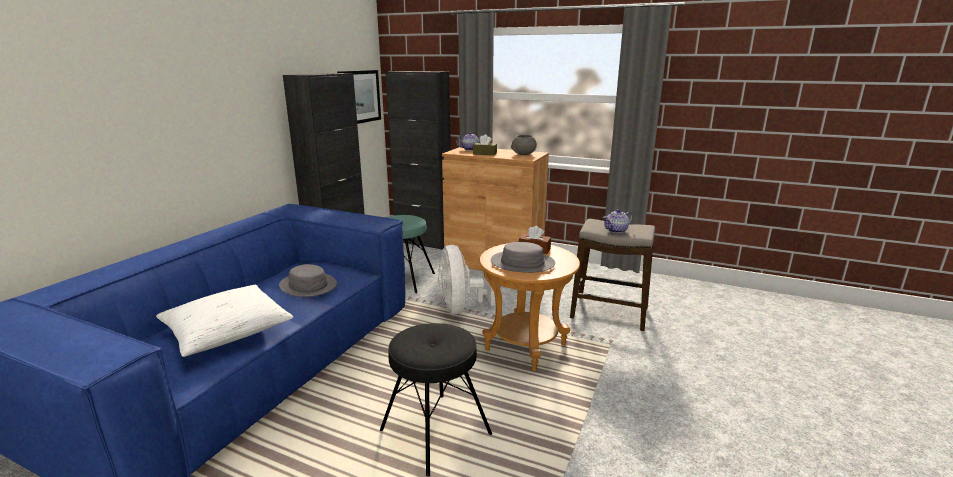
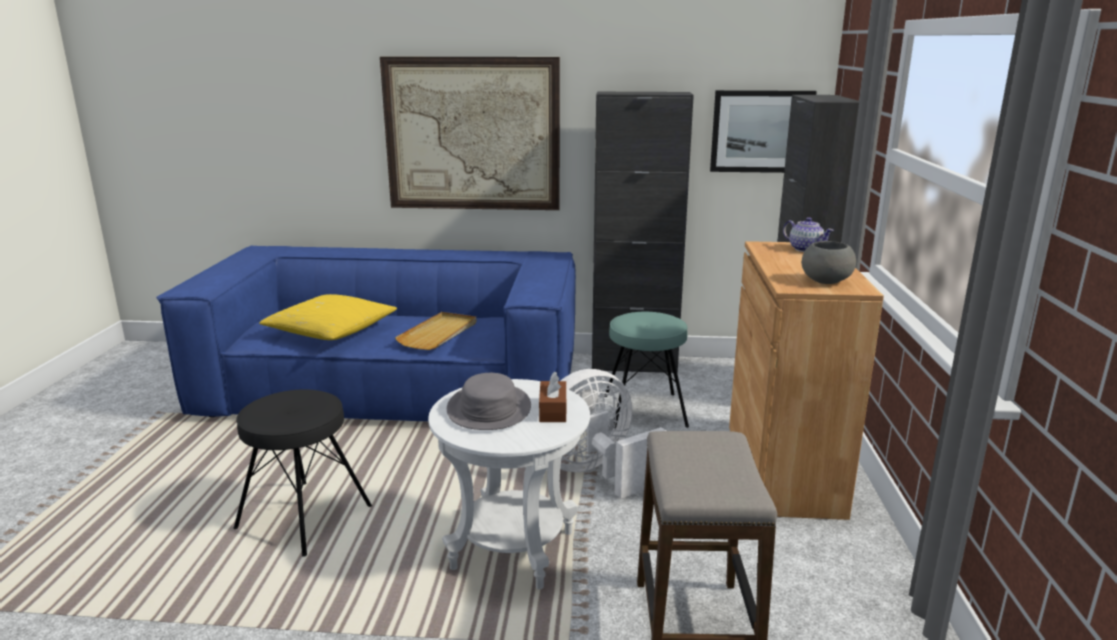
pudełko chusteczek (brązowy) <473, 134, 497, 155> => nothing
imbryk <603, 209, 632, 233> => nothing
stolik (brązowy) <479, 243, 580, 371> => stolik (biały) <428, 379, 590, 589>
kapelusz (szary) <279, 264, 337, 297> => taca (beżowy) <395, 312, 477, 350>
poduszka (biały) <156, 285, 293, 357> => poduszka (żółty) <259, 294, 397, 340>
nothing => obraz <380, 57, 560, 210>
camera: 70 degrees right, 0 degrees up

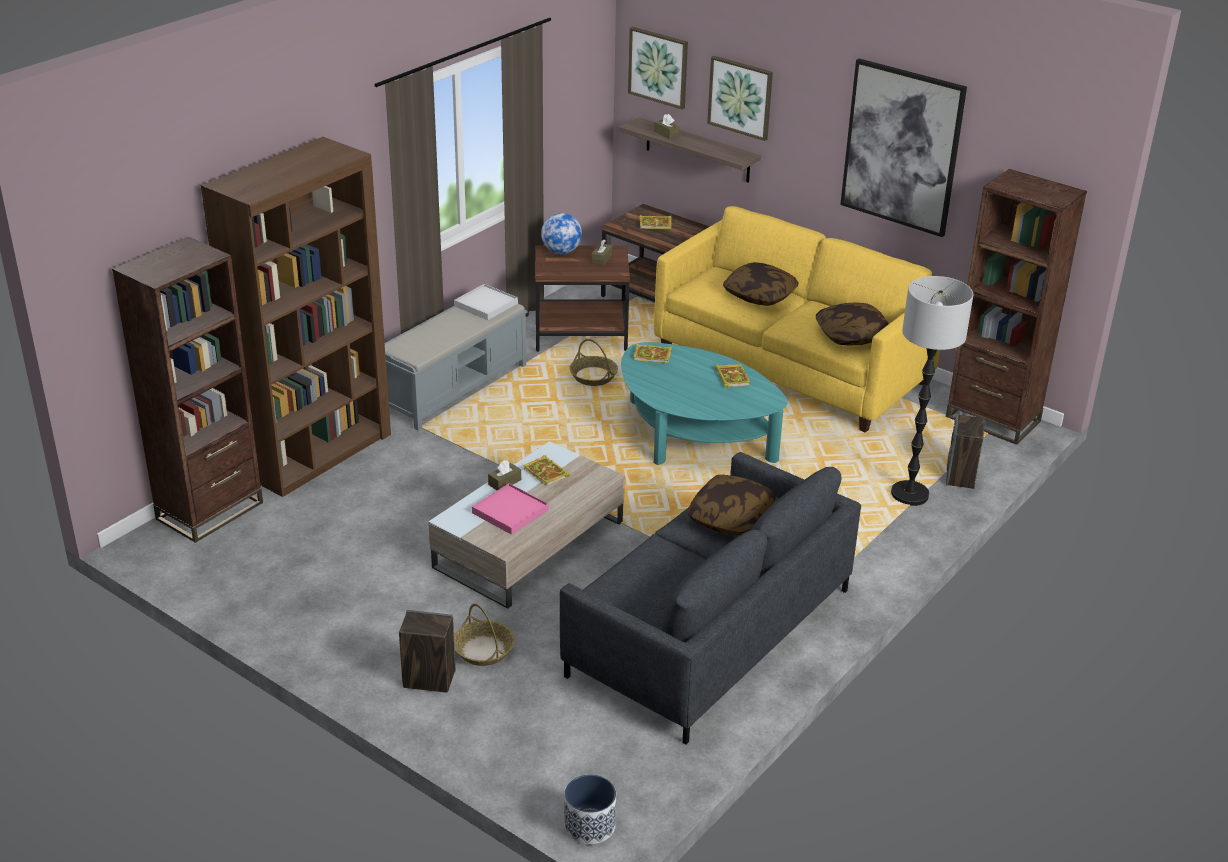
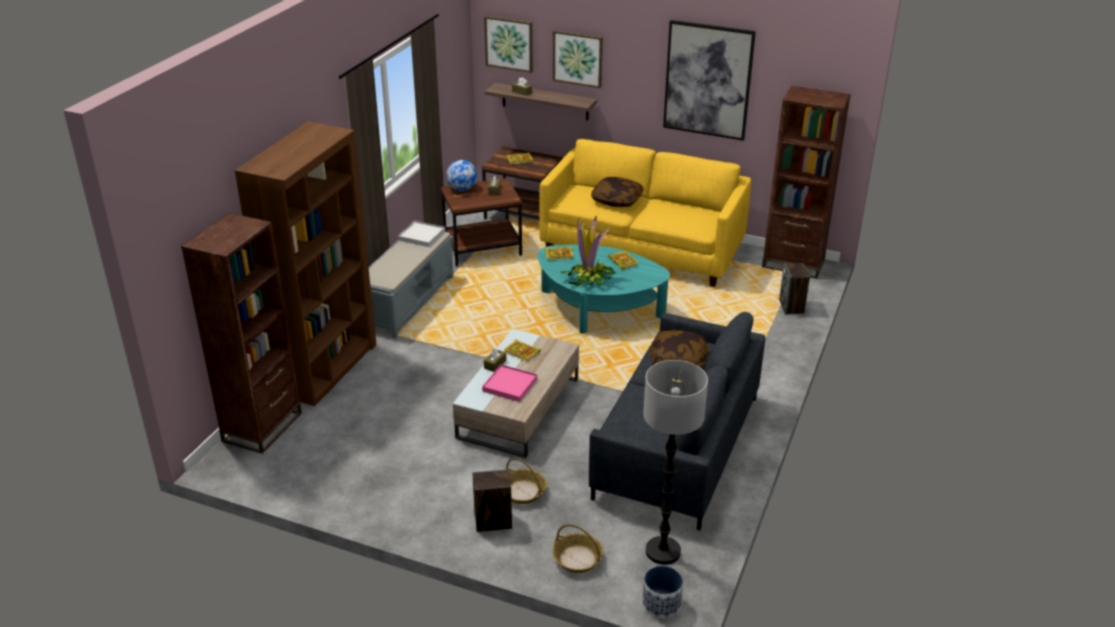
lampa stojąca <891, 276, 974, 506> => lampa stojąca <643, 360, 708, 565>, moved
poduszka <816, 302, 888, 346> => nothing
koszyk <569, 339, 618, 386> => koszyk <552, 524, 604, 573>, moved
nothing => roślina doniczkowa <560, 216, 616, 287>
camera: 15 degrees left, 0 degrees up

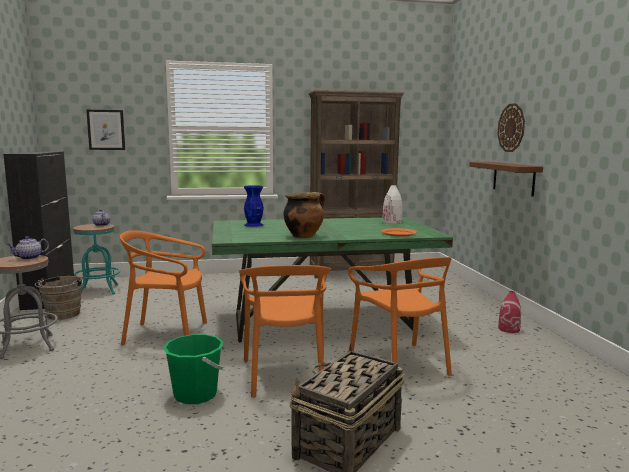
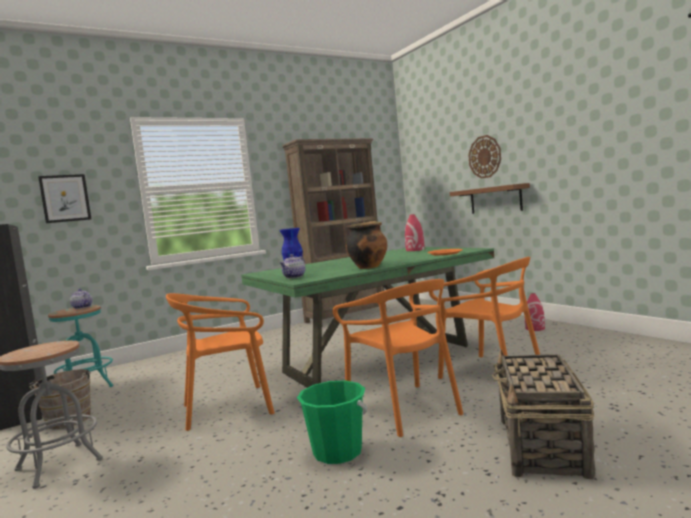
wazon (biały) <382, 185, 402, 224> => wazon (czerwony) <405, 214, 425, 251>
imbryk <7, 236, 49, 260> => imbryk <280, 254, 305, 278>, moved
camera: 20 degrees left, 5 degrees down

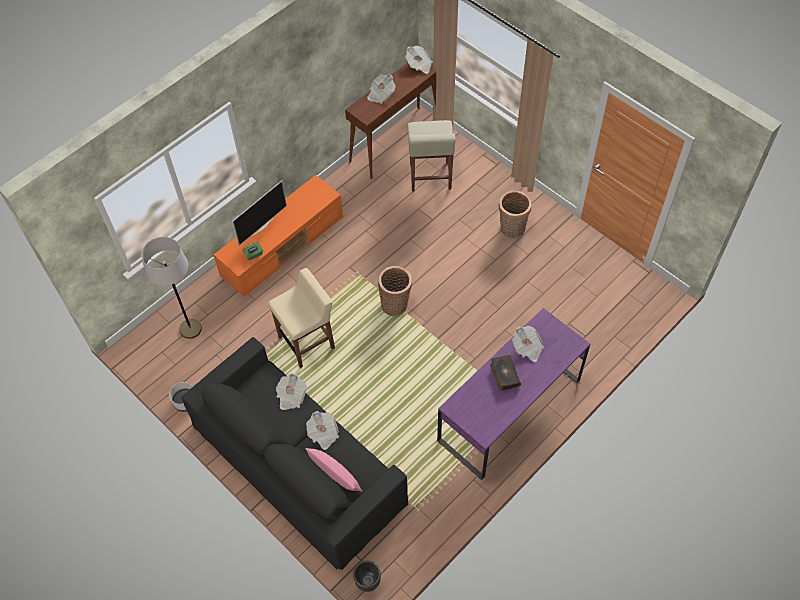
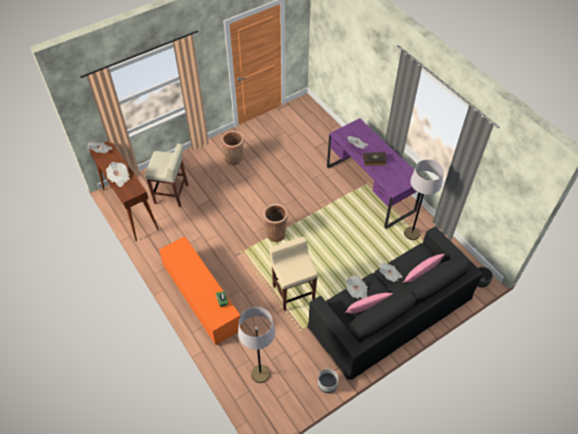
telewizor <232, 181, 287, 246> => nothing
nothing => lampa stojąca (szary) <404, 159, 444, 240>
nothing => poduszka (różowy) <344, 293, 393, 314>
camera: 80 degrees left, 5 degrees down

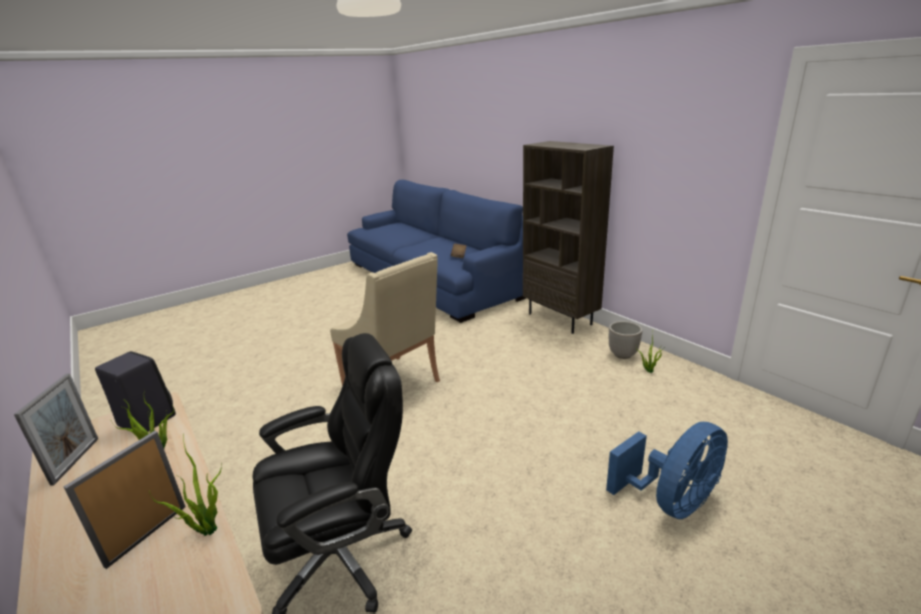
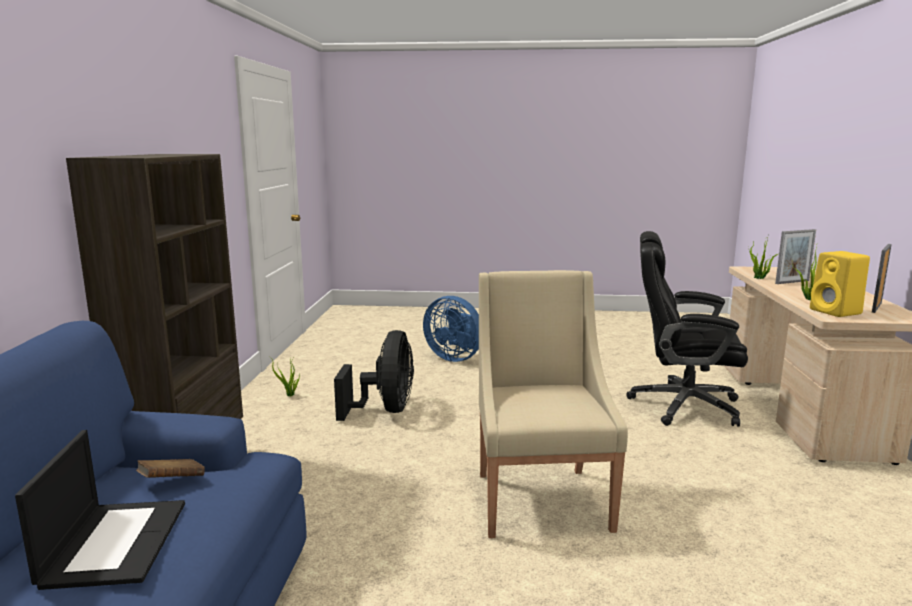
donica <609, 321, 642, 359> => nothing
głośnik (czarny) <95, 351, 176, 432> => głośnik (żółty) <810, 251, 870, 317>
wentylator (niebieski) <606, 422, 728, 519> => wentylator (niebieski) <423, 296, 479, 362>, 150 degrees counterclockwise
nothing => wentylator (czarny) <334, 330, 414, 421>
nothing => laptop <15, 430, 185, 590>
camera: 140 degrees left, 10 degrees down

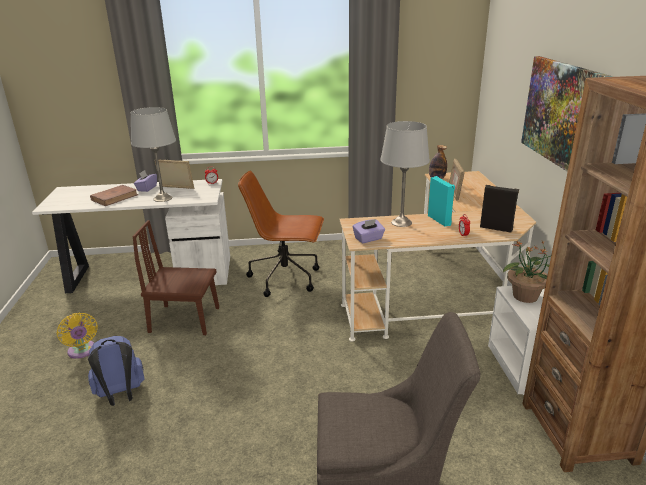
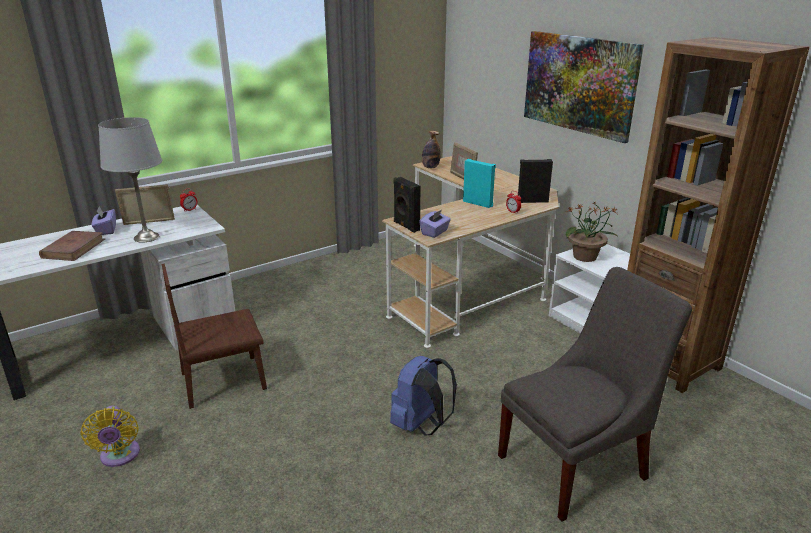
lampa stołowa (szary) <380, 121, 430, 227> => nothing
krzesło biurowe (brązowy) <238, 171, 324, 297> => nothing
wentylator (żółty) <57, 312, 98, 359> => wentylator (żółty) <80, 405, 140, 467>, 45 degrees clockwise
plecak (niebieski) <88, 336, 145, 406> => plecak (niebieski) <390, 356, 457, 436>, moved
nothing => głośnik (czarny) <393, 177, 420, 233>
camera: 30 degrees left, 0 degrees up

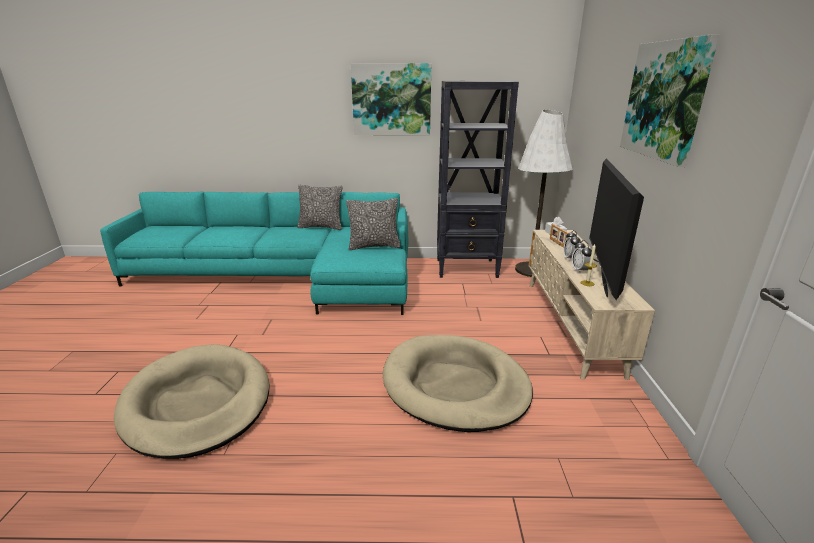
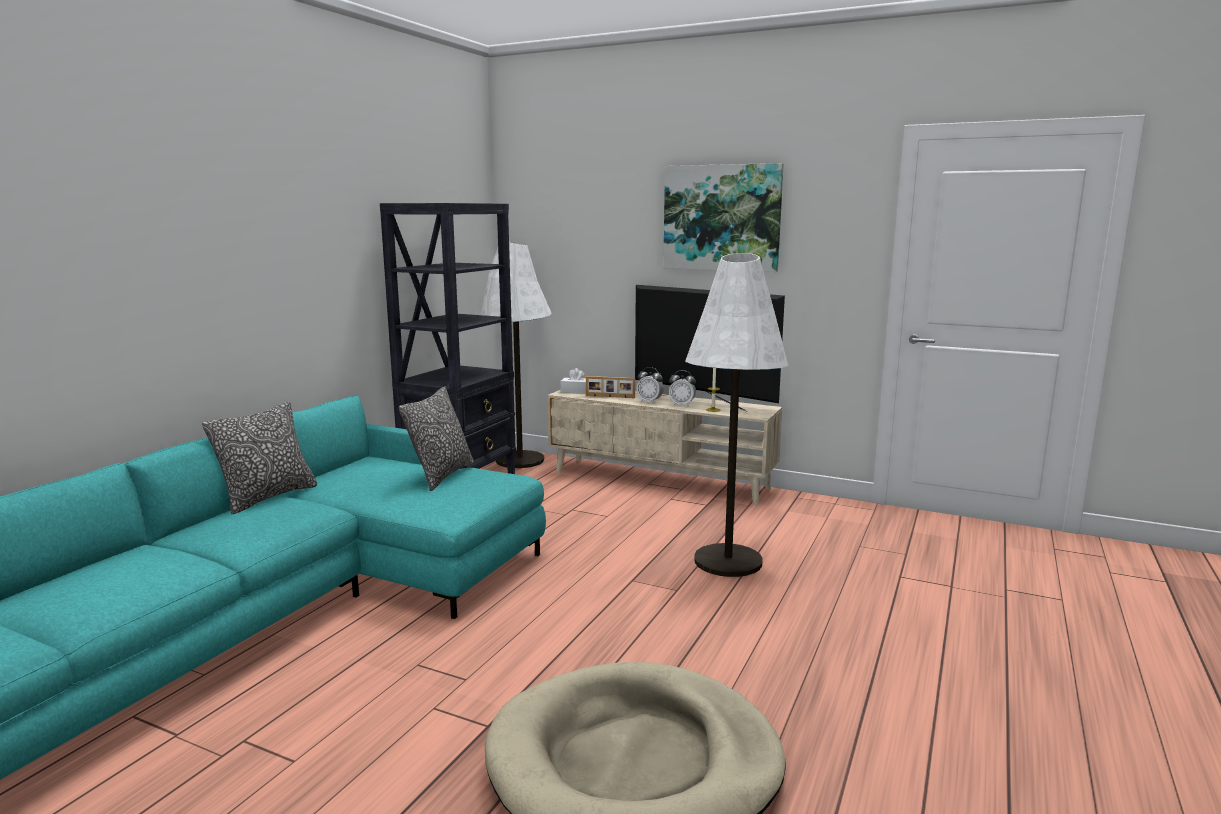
obraz <351, 63, 431, 135> => nothing
legowisko (beżowy) <383, 335, 533, 432> => lampa stojąca (biały) <685, 253, 789, 577>
camera: 65 degrees left, 10 degrees down

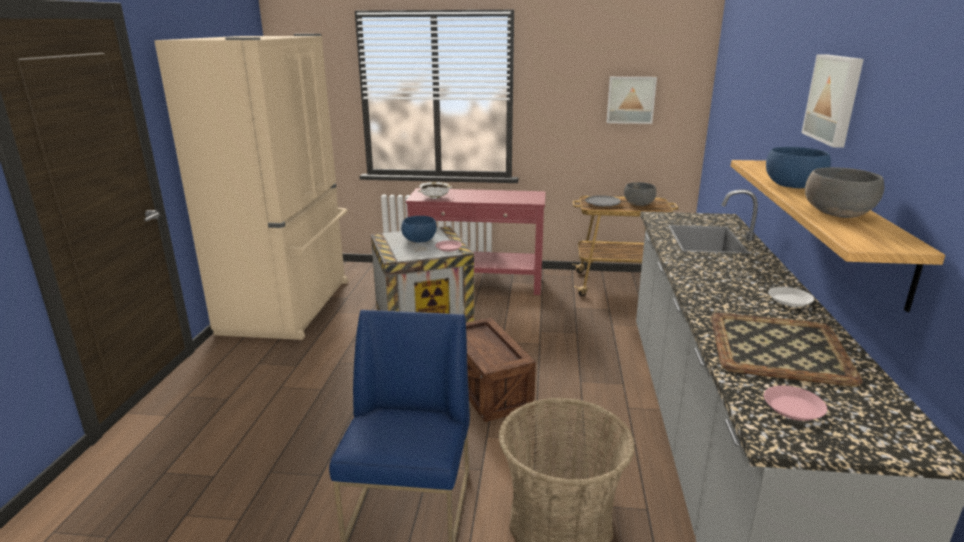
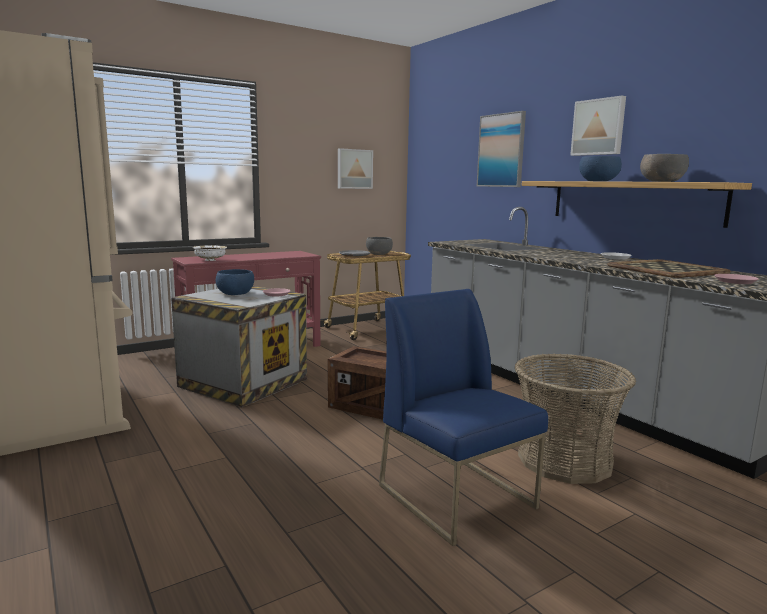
nothing => obraz <477, 111, 526, 187>
camera: 40 degrees left, 10 degrees down

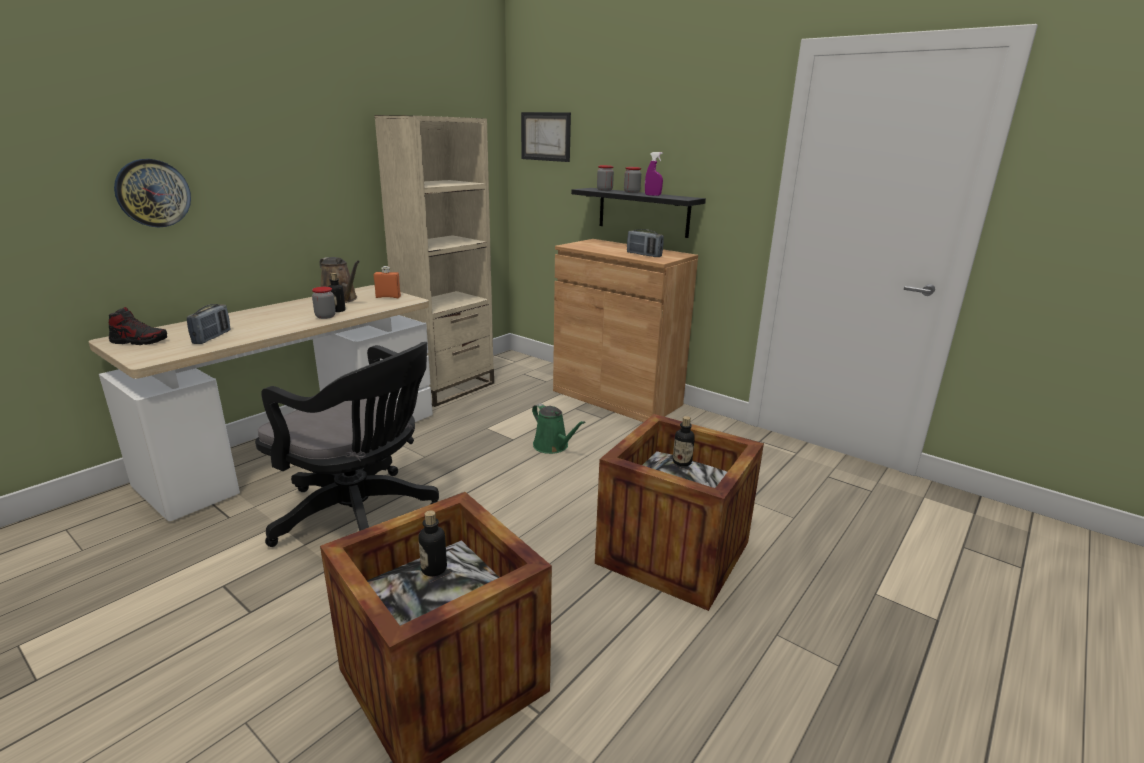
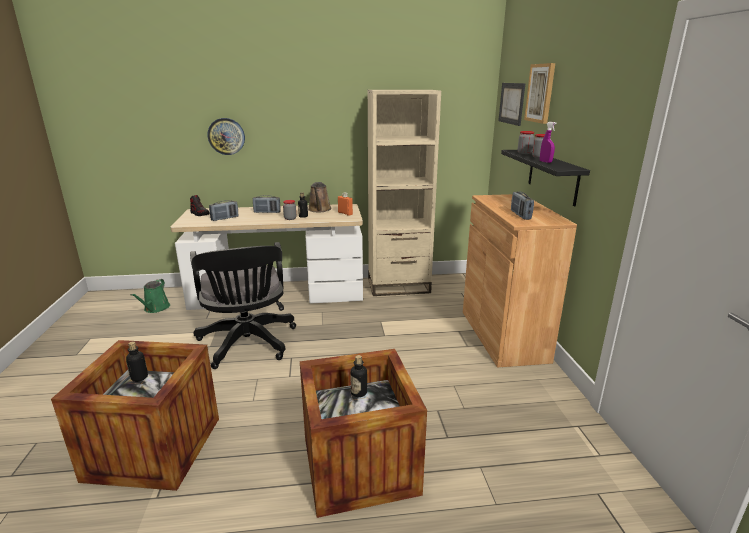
konewka (zielony) <532, 403, 586, 454> => konewka (zielony) <130, 279, 170, 313>, moved
nothing => obraz <524, 63, 555, 124>
nothing => radio <253, 195, 281, 213>
camera: 45 degrees right, 0 degrees up

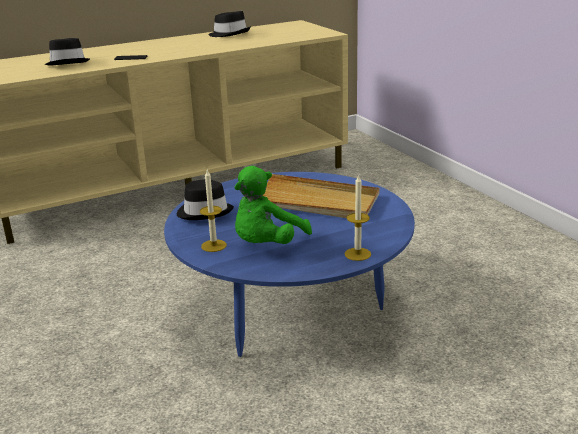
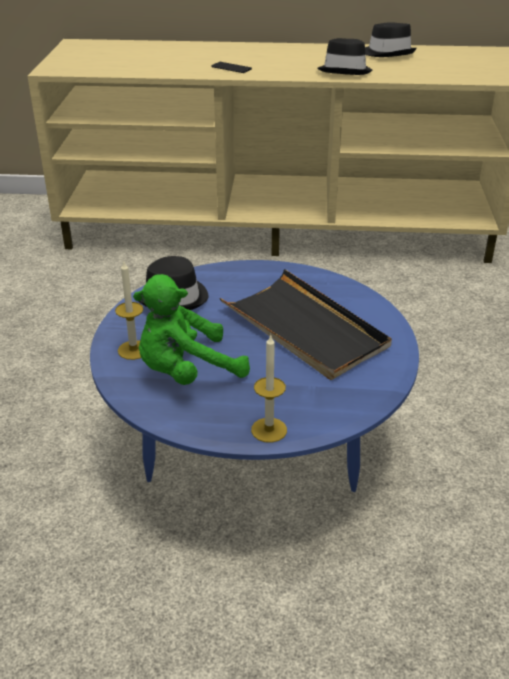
kapelusz (czarny) <45, 38, 90, 66> => kapelusz (czarny) <318, 38, 373, 75>, moved
taca (beżowy) <263, 174, 380, 218> => taca (czarny) <220, 269, 392, 380>
camera: 30 degrees right, 10 degrees up

